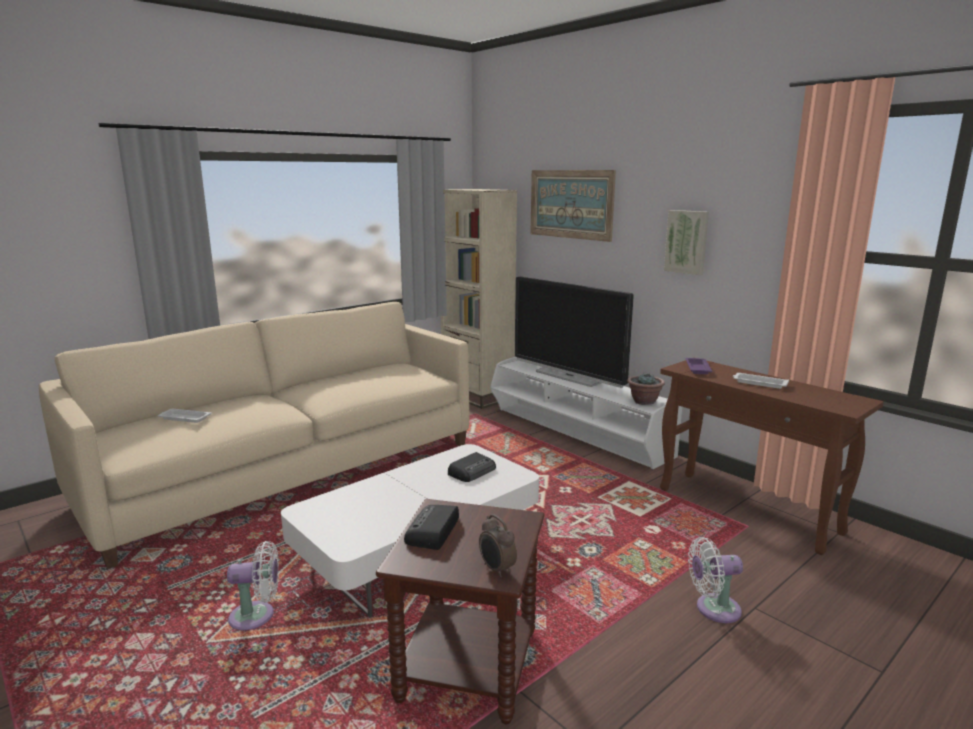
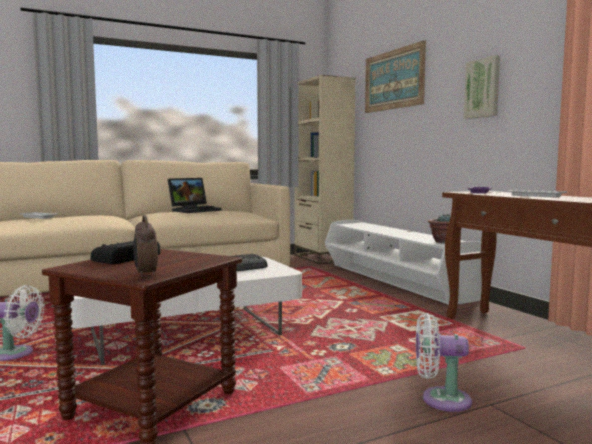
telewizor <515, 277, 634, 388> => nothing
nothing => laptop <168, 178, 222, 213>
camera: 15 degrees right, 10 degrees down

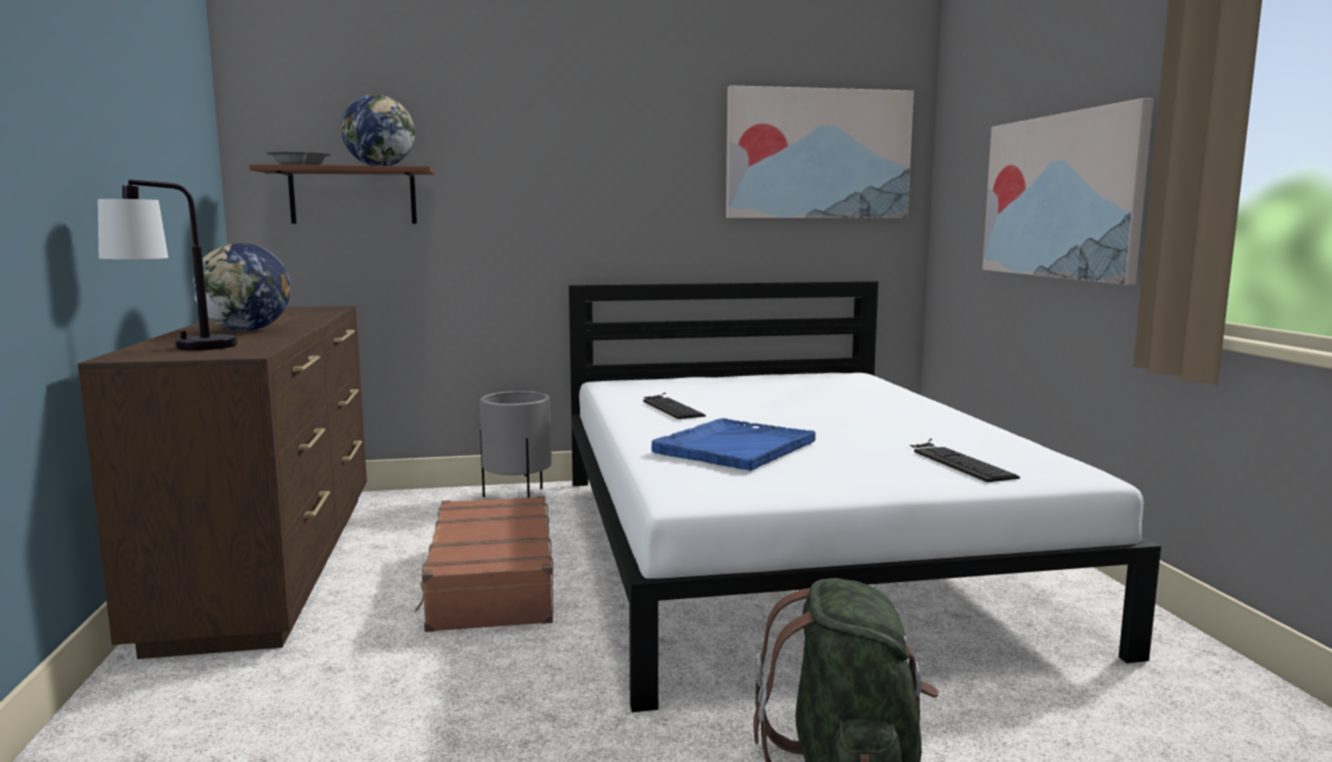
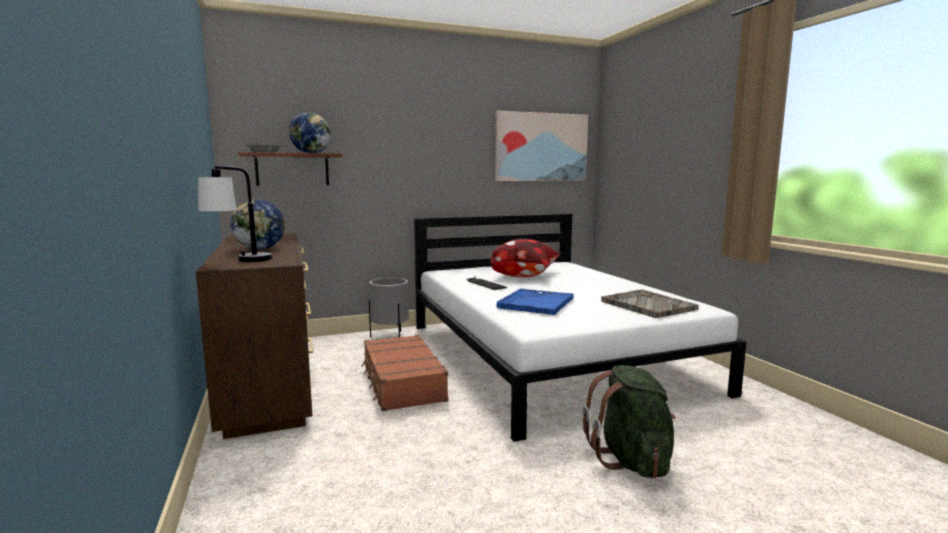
obraz <982, 98, 1154, 285> => nothing
klawiatura <910, 438, 1020, 482> => taca (szary) <601, 289, 699, 318>
nothing => poduszka <491, 239, 559, 277>
camera: 10 degrees left, 0 degrees up

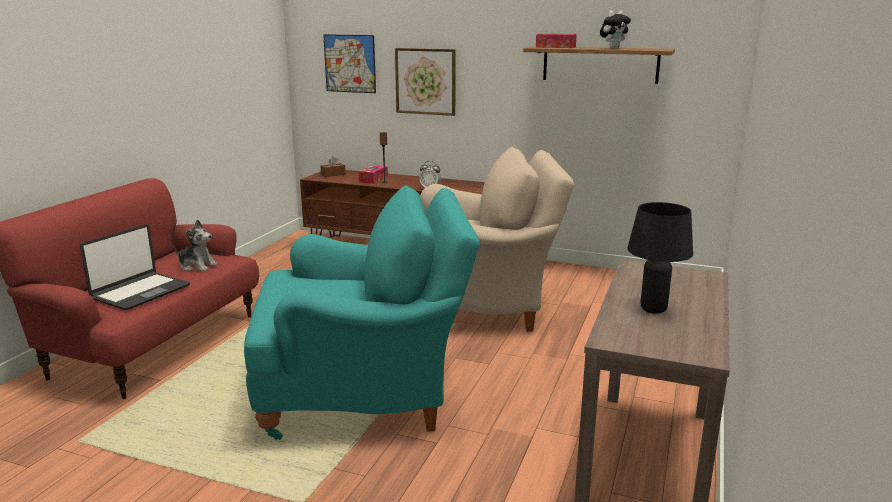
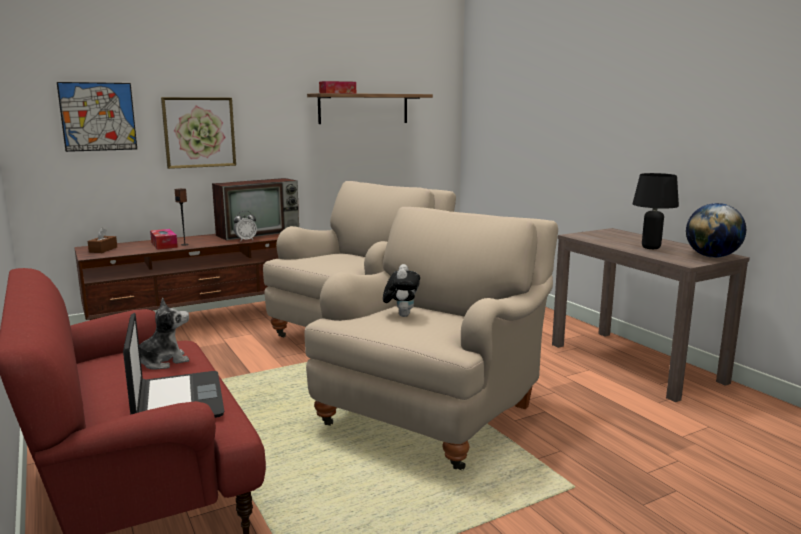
pluszak <600, 10, 631, 48> => pluszak <383, 264, 420, 317>, moved
fotel (turkusowy) <244, 185, 480, 440> => fotel (beżowy) <305, 207, 558, 470>
nothing => telewizor <212, 178, 299, 240>
nothing => globus <686, 203, 746, 258>
camera: 50 degrees left, 5 degrees down

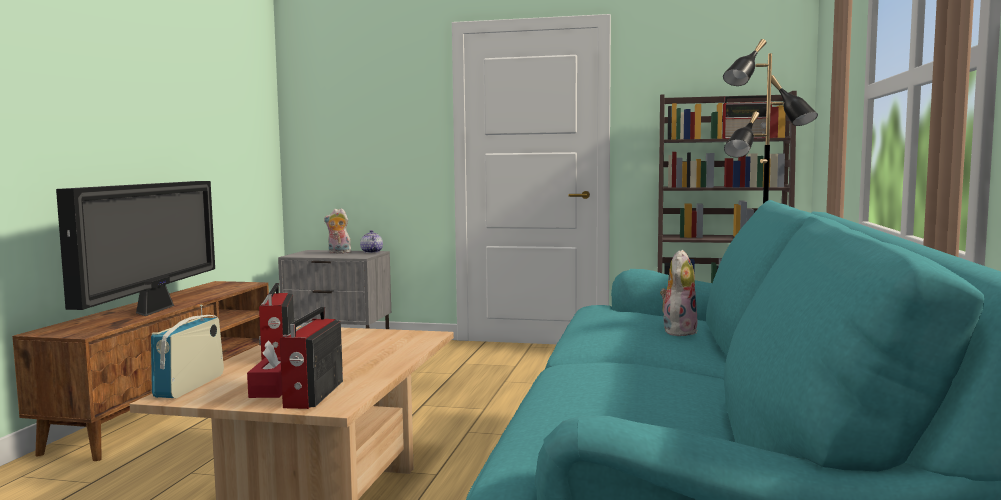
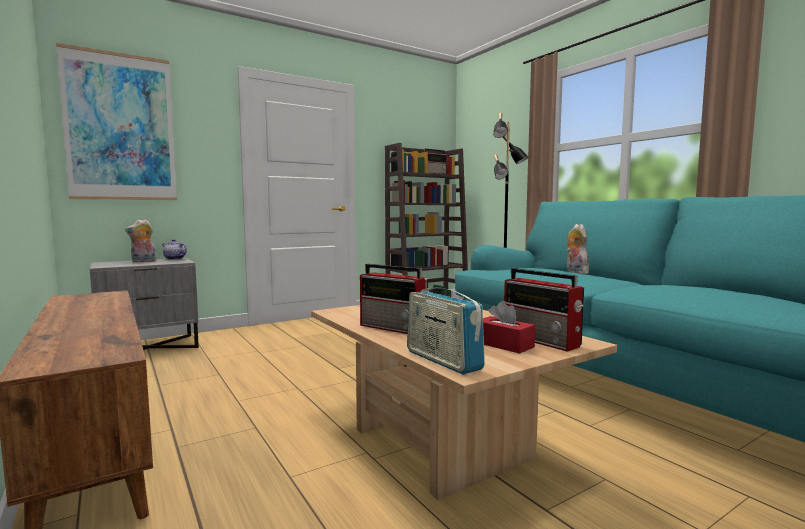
telewizor <56, 181, 215, 316> => nothing
nothing => obraz <56, 43, 177, 200>
camera: 45 degrees left, 0 degrees up

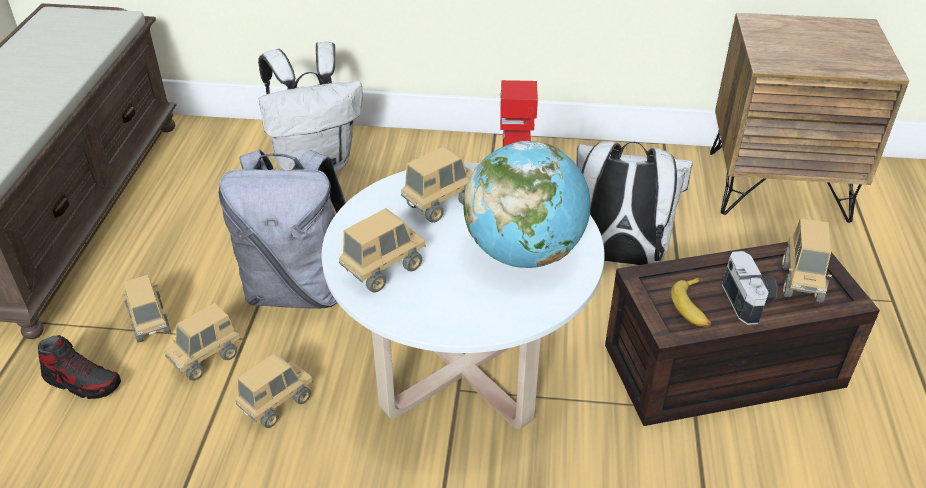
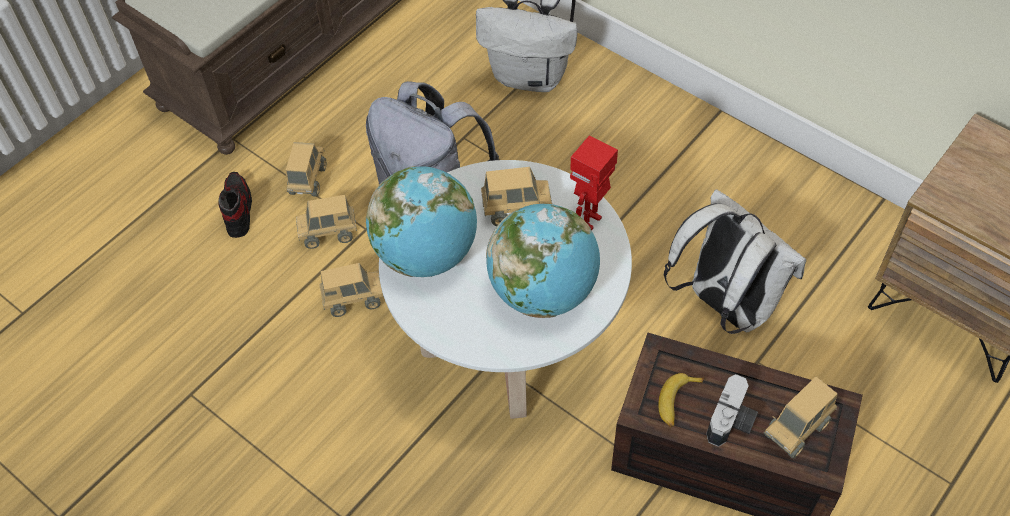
ciężarówka zabawkowa <339, 208, 426, 293> => globus <366, 166, 477, 277>
but <38, 335, 121, 399> => but <218, 172, 252, 238>, 150 degrees counterclockwise
camera: 35 degrees right, 15 degrees up

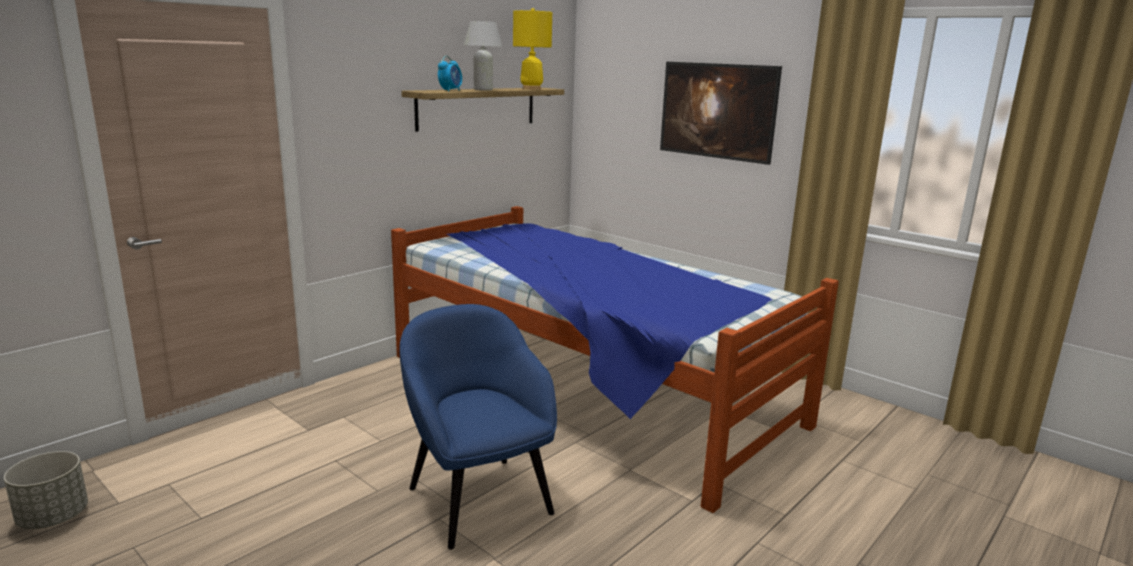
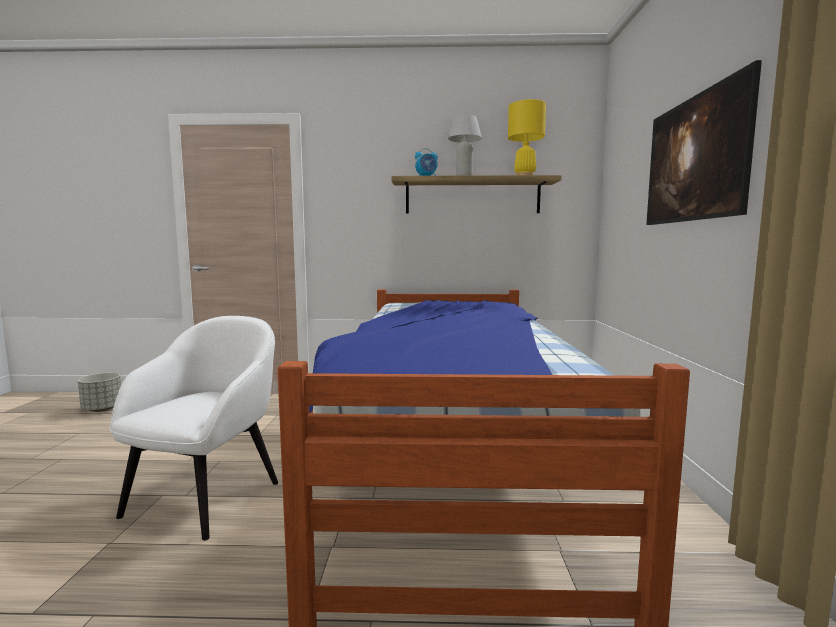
fotel (niebieski) <399, 304, 557, 550> => fotel (biały) <109, 316, 278, 541>
camera: 50 degrees right, 10 degrees down

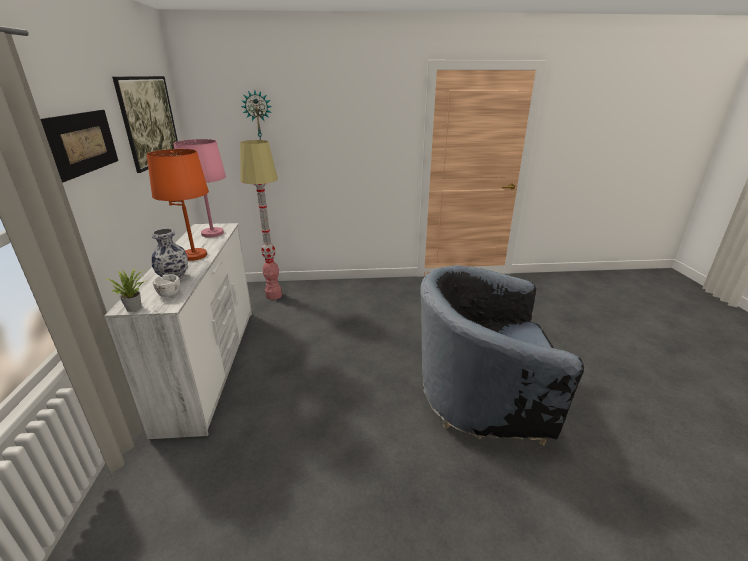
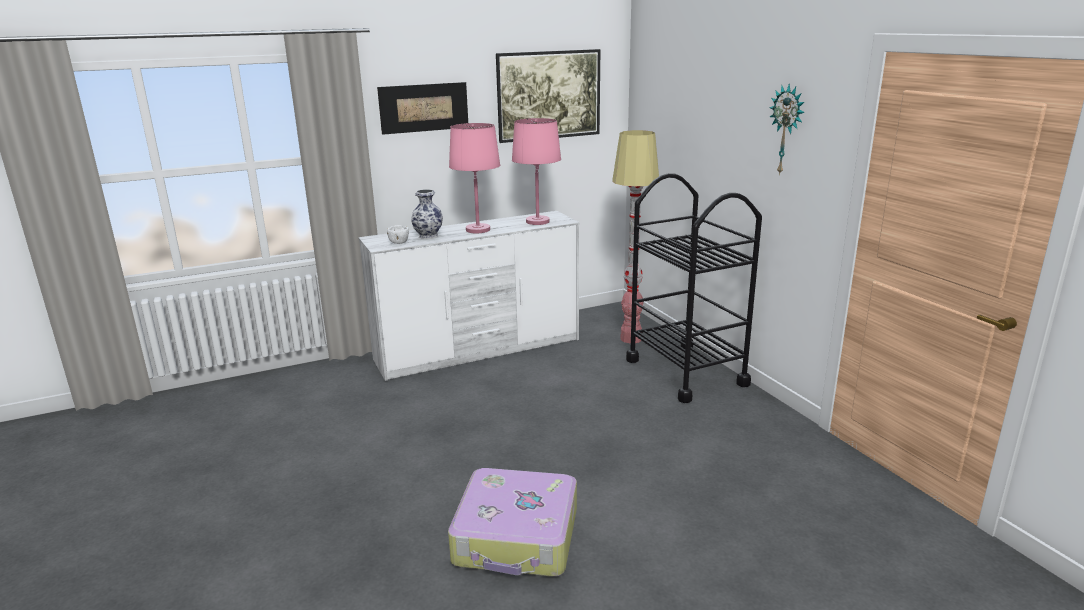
zegar ścienny <241, 89, 272, 140> => zegar ścienny <769, 84, 805, 175>, moved
lampa stołowa (pomarańczowy) <146, 149, 209, 261> => lampa stołowa (różowy) <449, 123, 500, 233>
fotel (czarny) <420, 265, 584, 446> => walizka <448, 468, 577, 577>
roślina doniczkowa <104, 268, 148, 312> => nothing
nothing => wózek (czarny) <626, 173, 762, 403>
camera: 70 degrees right, 5 degrees down

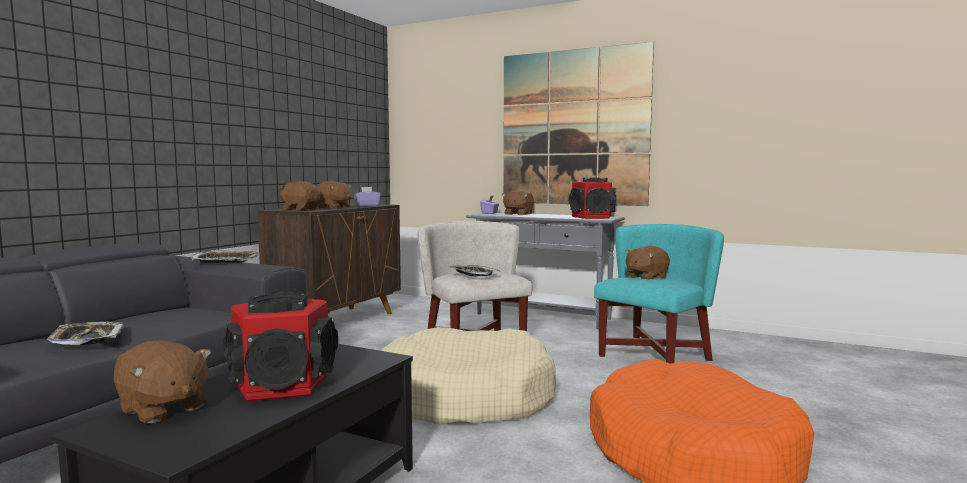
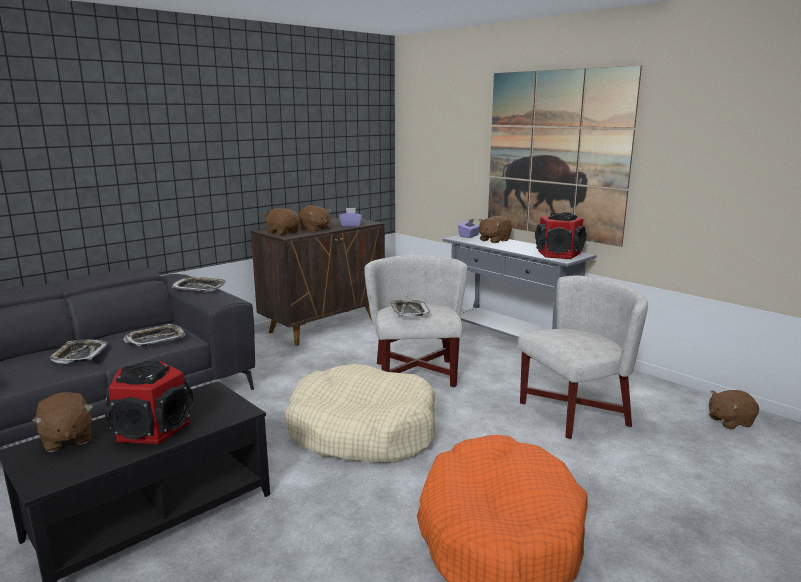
fotel (turkusowy) <594, 224, 724, 364> => fotel (biały) <517, 276, 648, 439>
pluszak (brązowy) <625, 246, 670, 279> => pluszak (brązowy) <709, 390, 759, 429>, moved
nothing => taca <123, 324, 186, 346>
camera: 20 degrees right, 10 degrees up

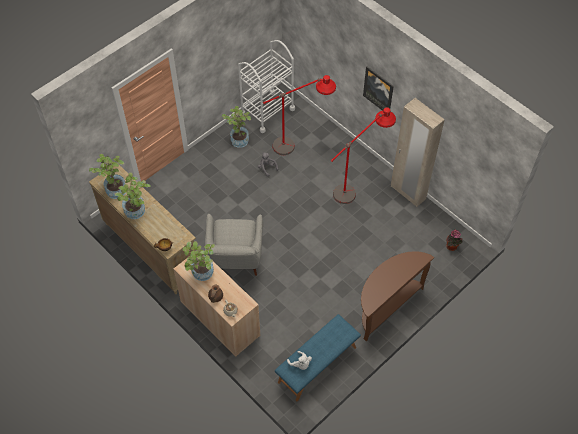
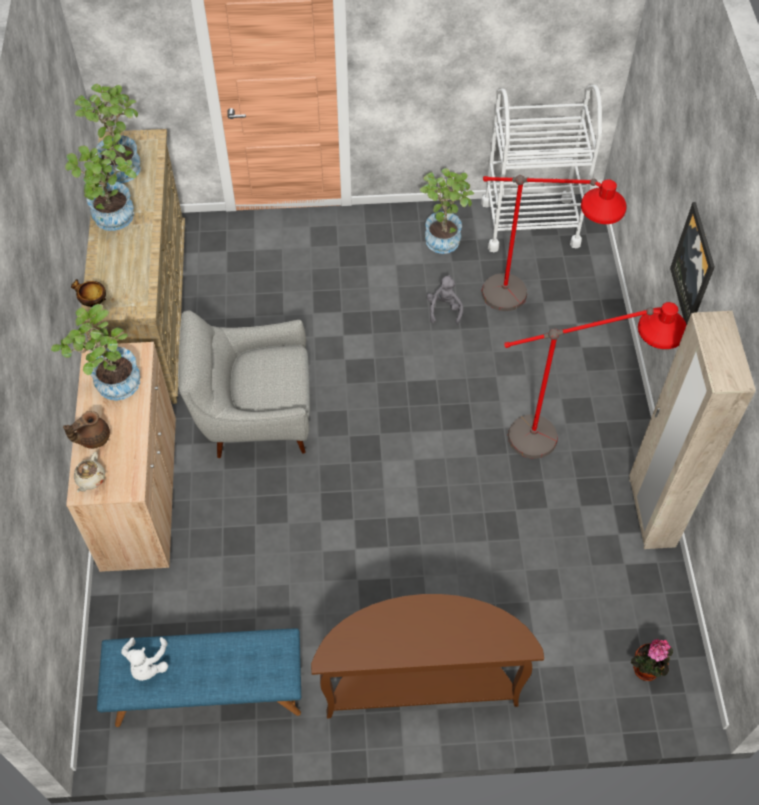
fotel (szary) <205, 214, 263, 276> => fotel (szary) <178, 311, 310, 458>, 45 degrees clockwise
camera: 40 degrees right, 0 degrees up

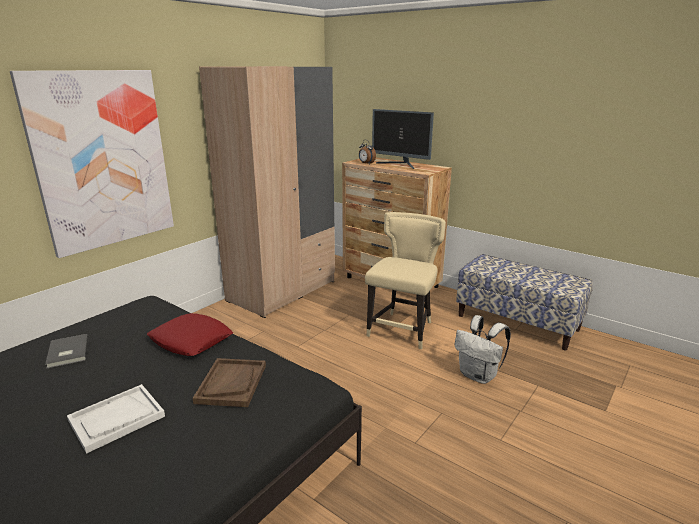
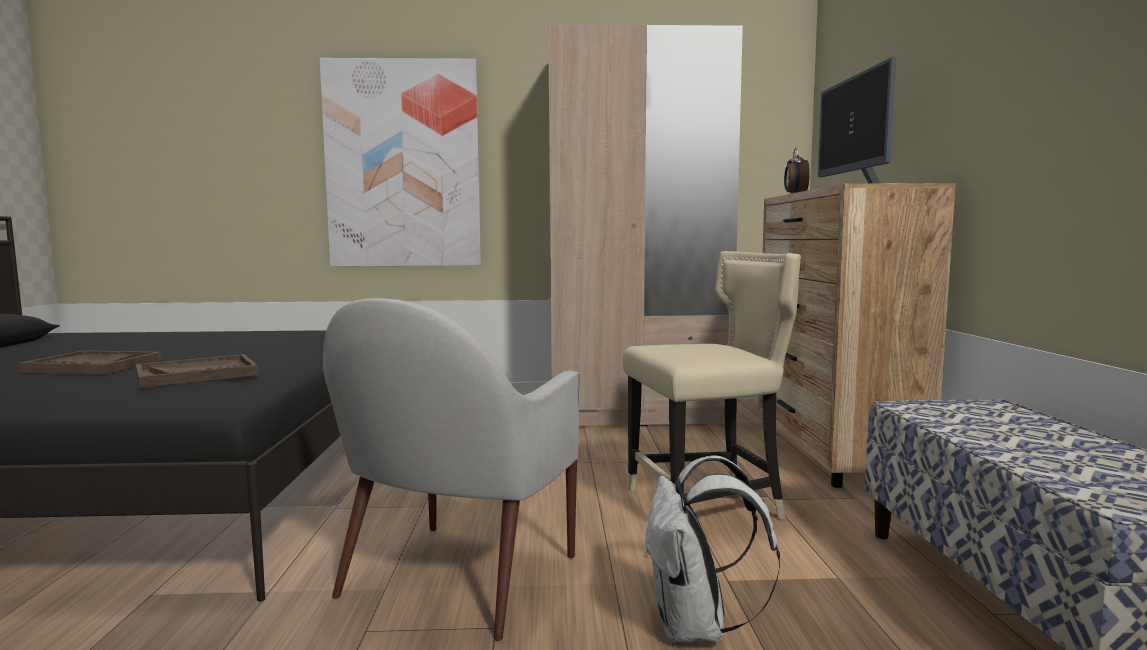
poduszka (czerwony) <147, 313, 233, 356> => nothing
książka (szary) <45, 334, 89, 369> => nothing
taca (biały) <67, 384, 165, 454> => taca (brązowy) <19, 350, 162, 374>
nothing => fotel (biały) <323, 298, 579, 642>
camera: 50 degrees right, 15 degrees down

